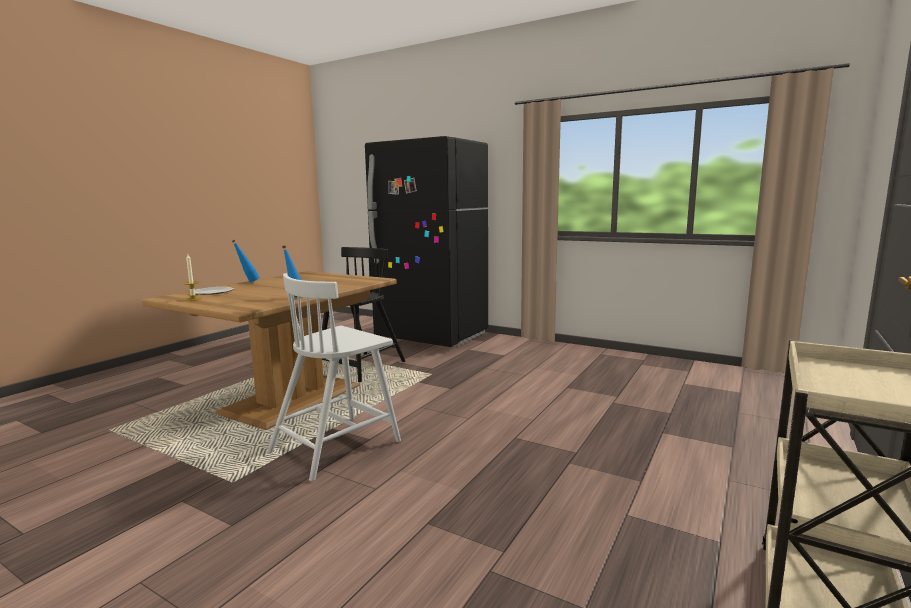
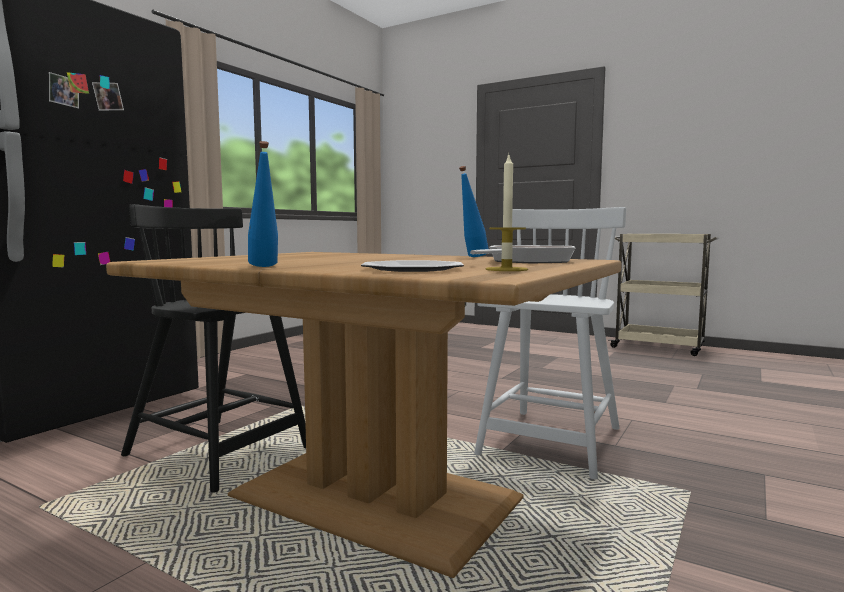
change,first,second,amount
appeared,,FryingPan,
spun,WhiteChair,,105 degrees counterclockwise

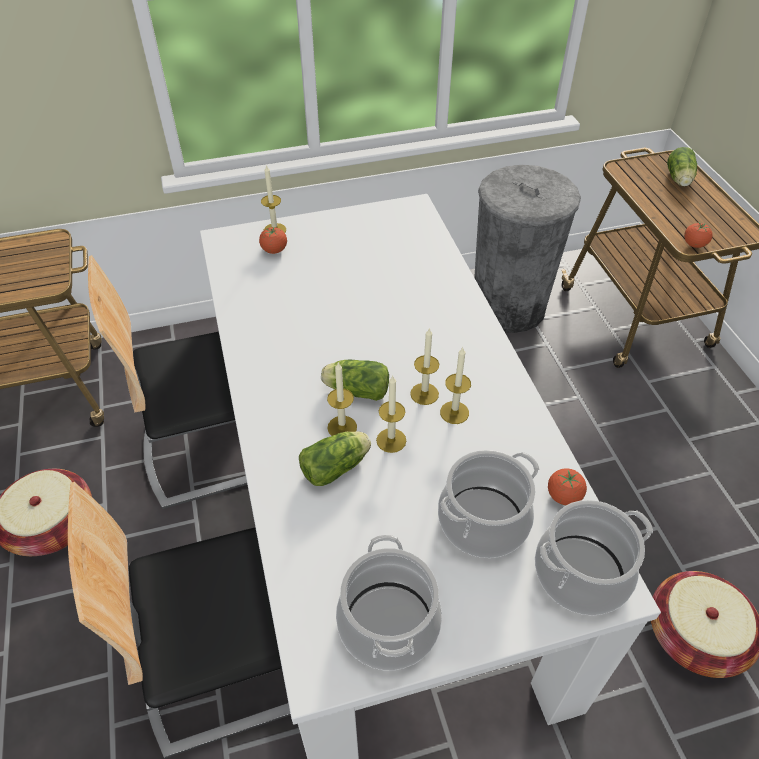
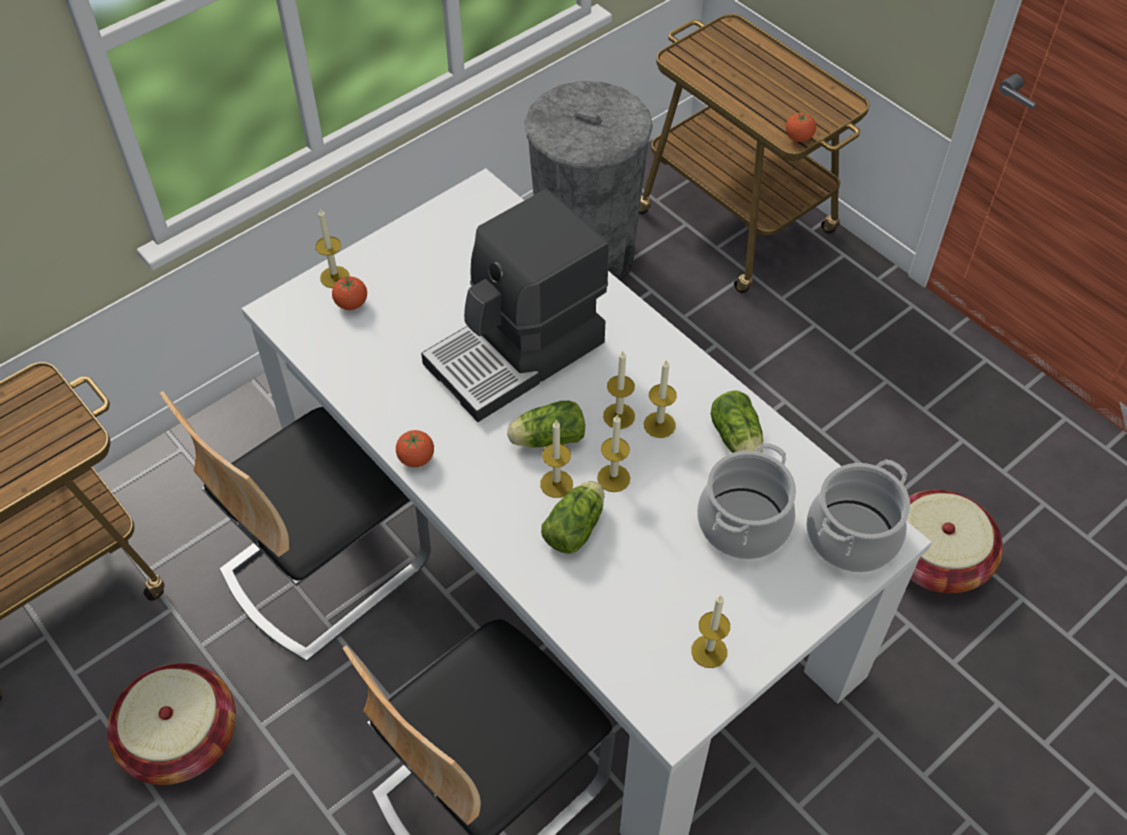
change,first,second,amount
relocated,Tomato (no. 2 from left),,
appeared,,CoffeeMachine,
exchanged,CookingPot (no. 1 from left),Candle (no. 6 from left),
relocated,Lettuce (no. 3 from left),,

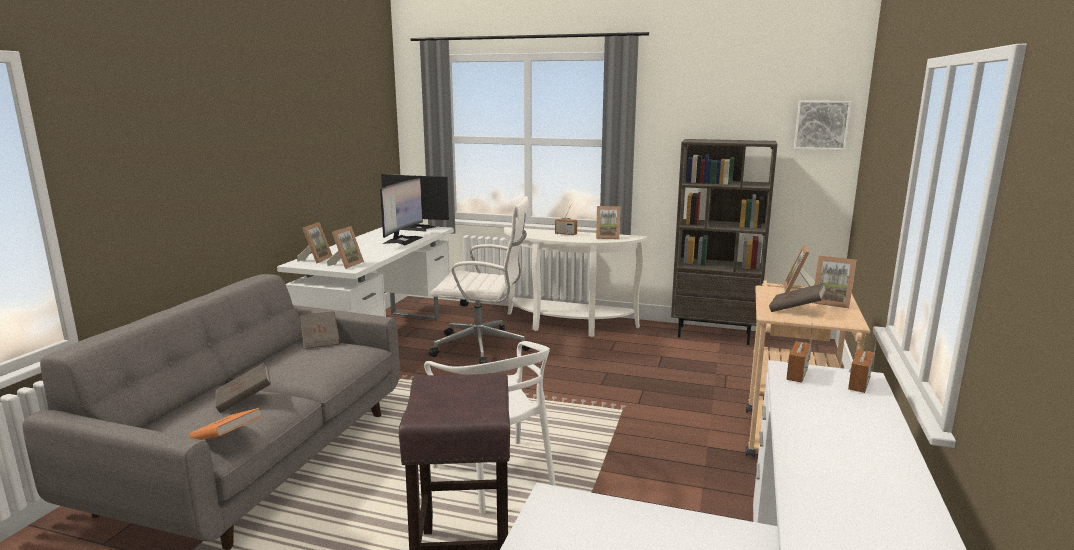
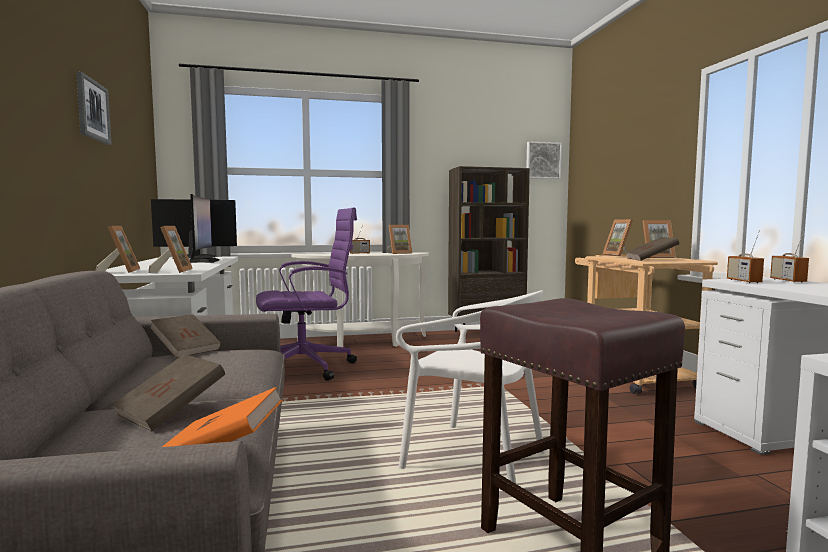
change,first,second,amount
appeared,,Picture (no. 1 from left),
colour,WhiteOfficeChair,PurpleOfficeChair,

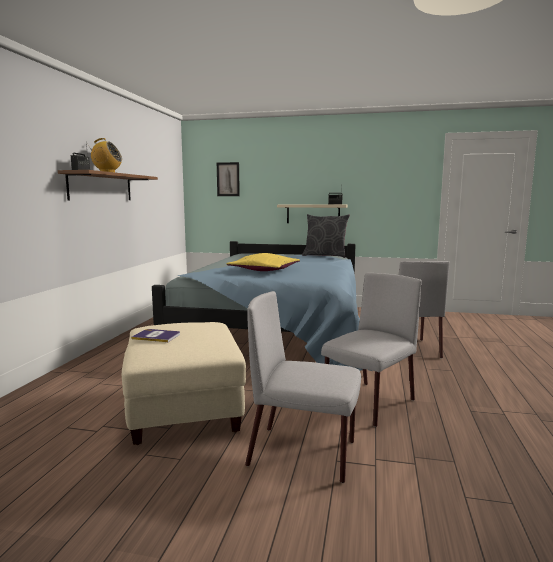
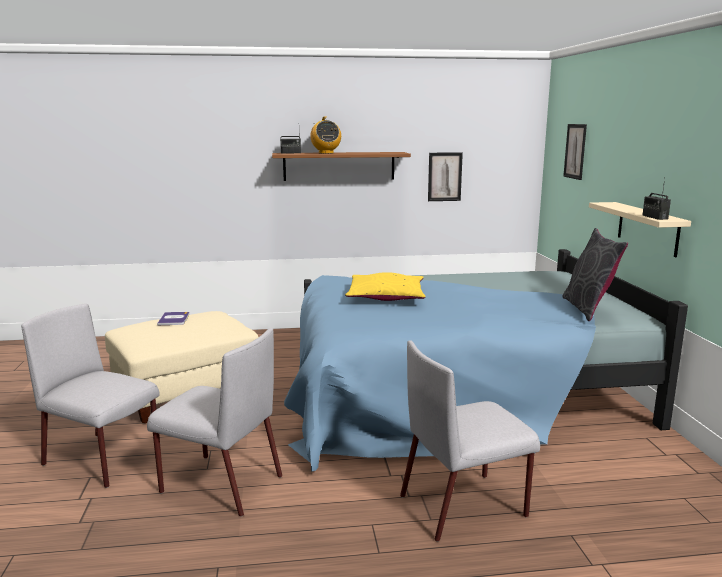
change,first,second,amount
spun,GreyChair (no. 1 from left),,60 degrees counterclockwise
appeared,,Picture (no. 1 from left),

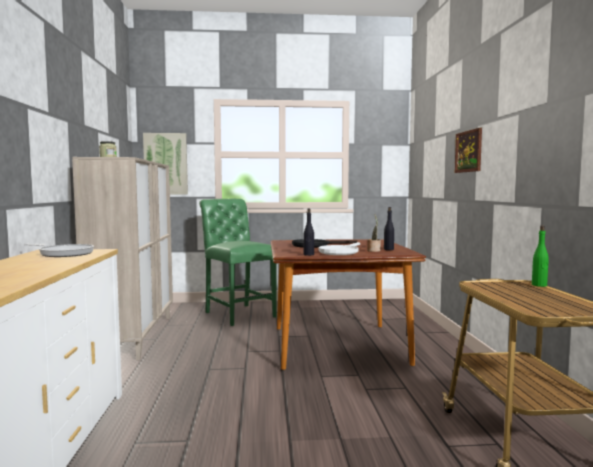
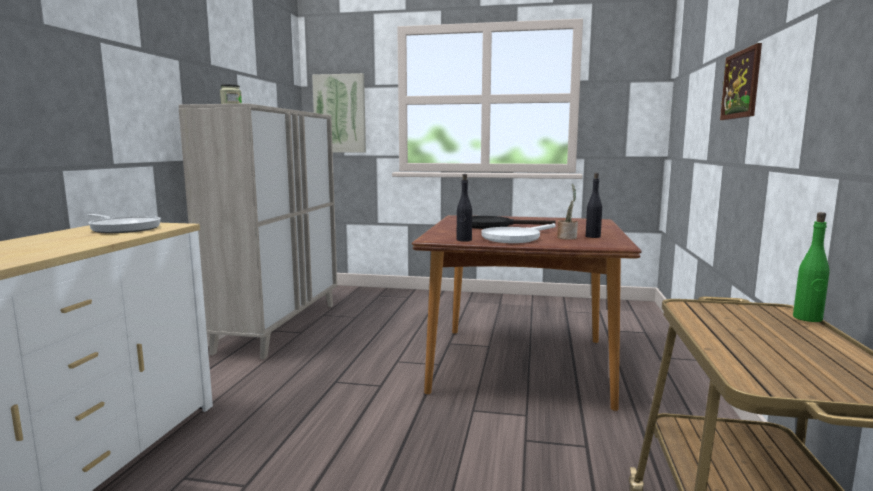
change,first,second,amount
missing,GreenChair,,

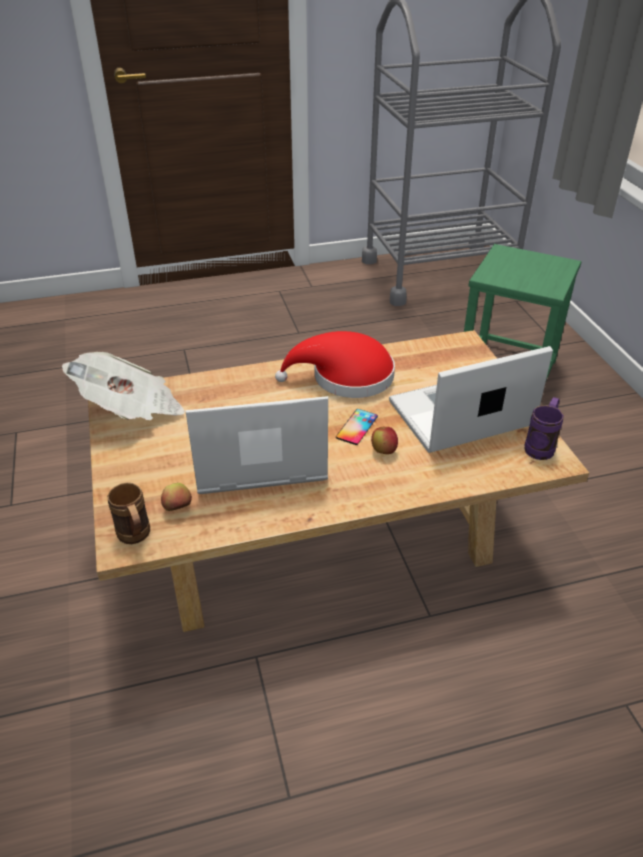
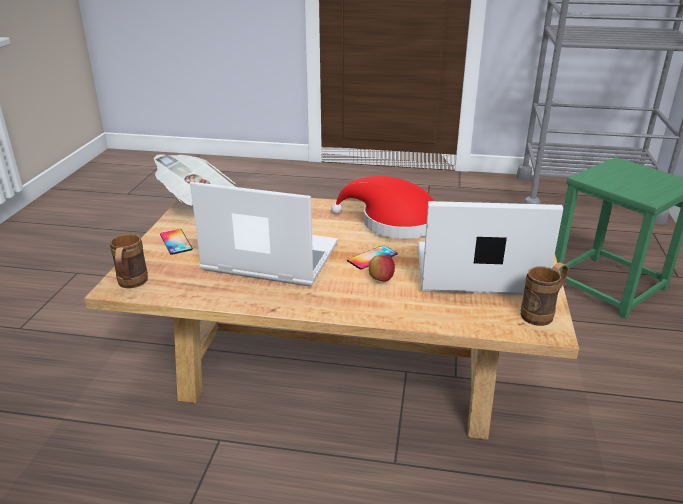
change,first,second,amount
appeared,,Phone (no. 1 from left),
colour,PurpleMug,BrownMug (no. 2 from left),
missing,Apple (no. 1 from left),,

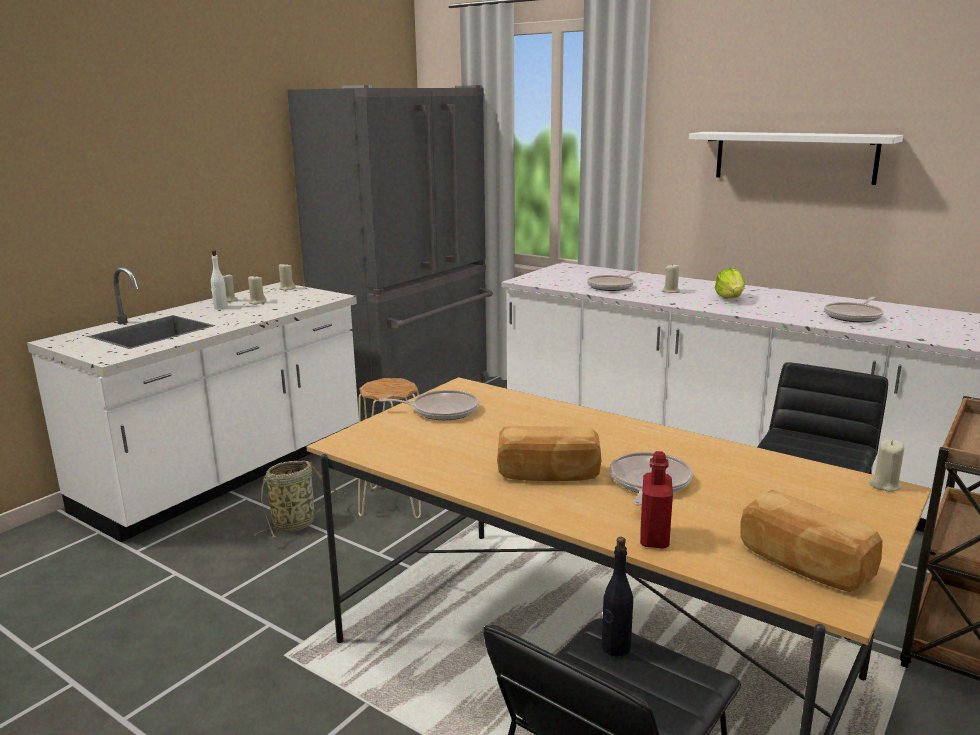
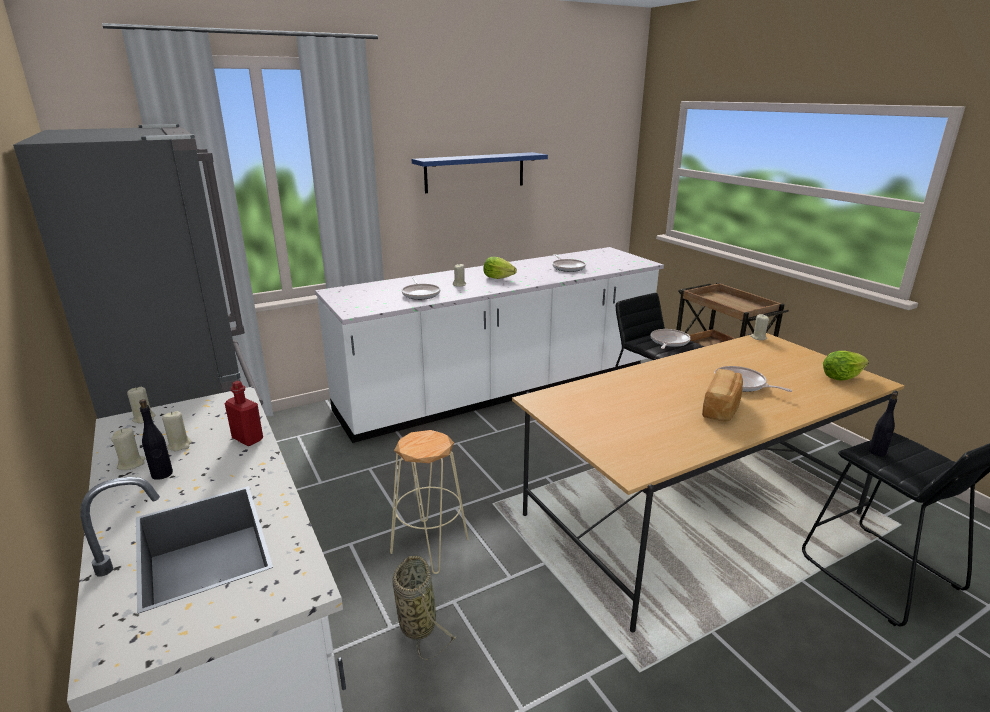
change,first,second,amount
colour,WhiteBottle,BlackBottle (no. 1 from left),
relocated,RedBottle,,
colour,WhiteShelf,BlueShelf,
relocated,FryingPan (no. 1 from left in the first image),FryingPan (no. 3 from left),
exchanged,Bread (no. 2 from left),Lettuce (no. 2 from left),

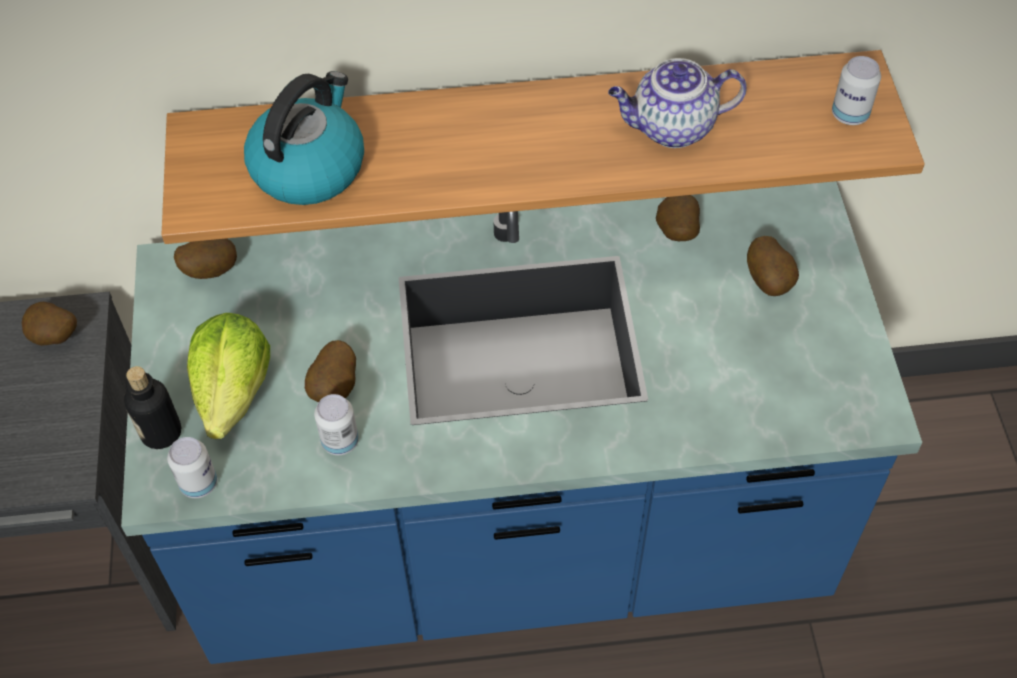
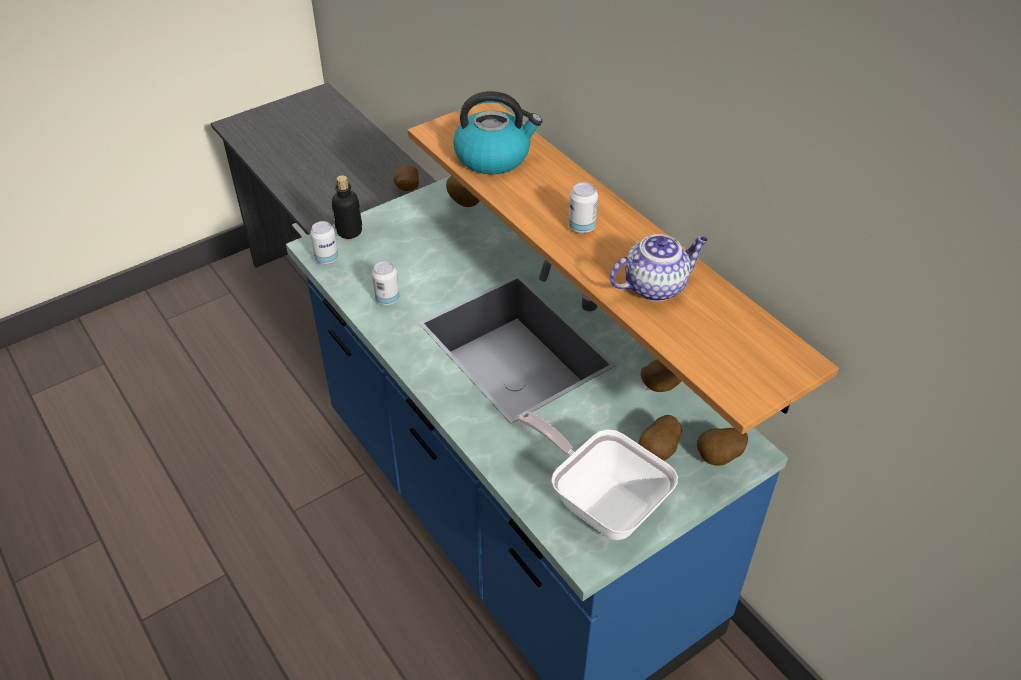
change,first,second,amount
appeared,,FryingPan,
relocated,Can (no. 3 from left),,
spun,Teapot,,105 degrees clockwise
relocated,Potato (no. 3 from left in the first image),Potato (no. 5 from left),
missing,Lettuce,,

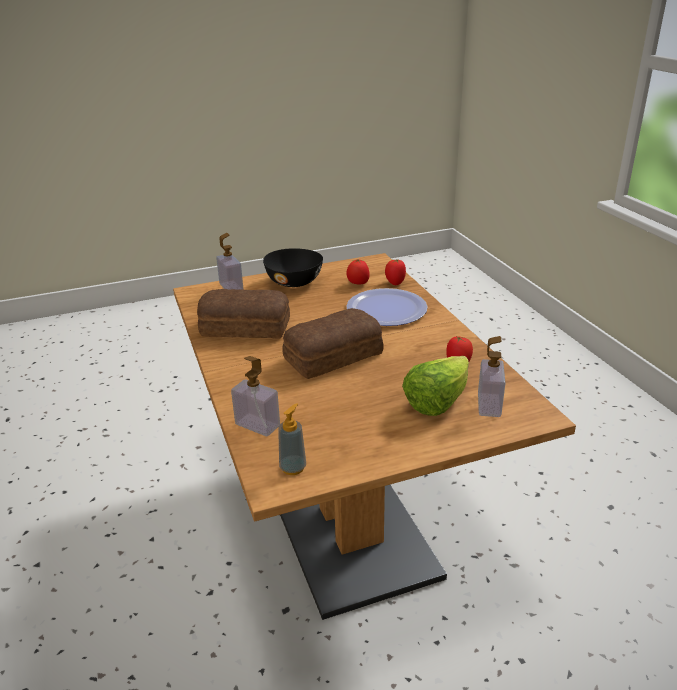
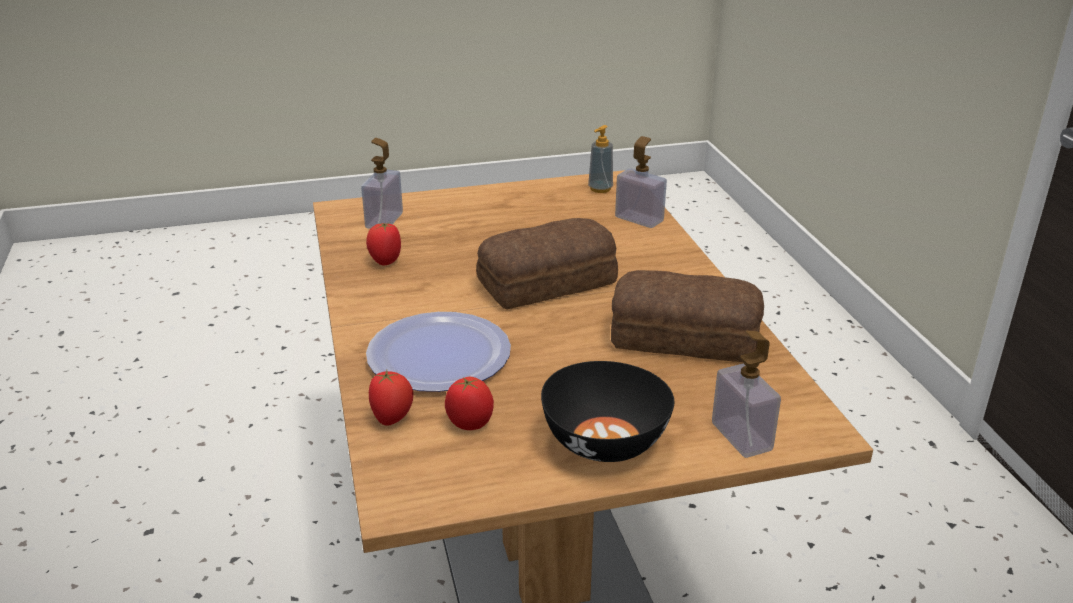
change,first,second,amount
missing,Lettuce,,

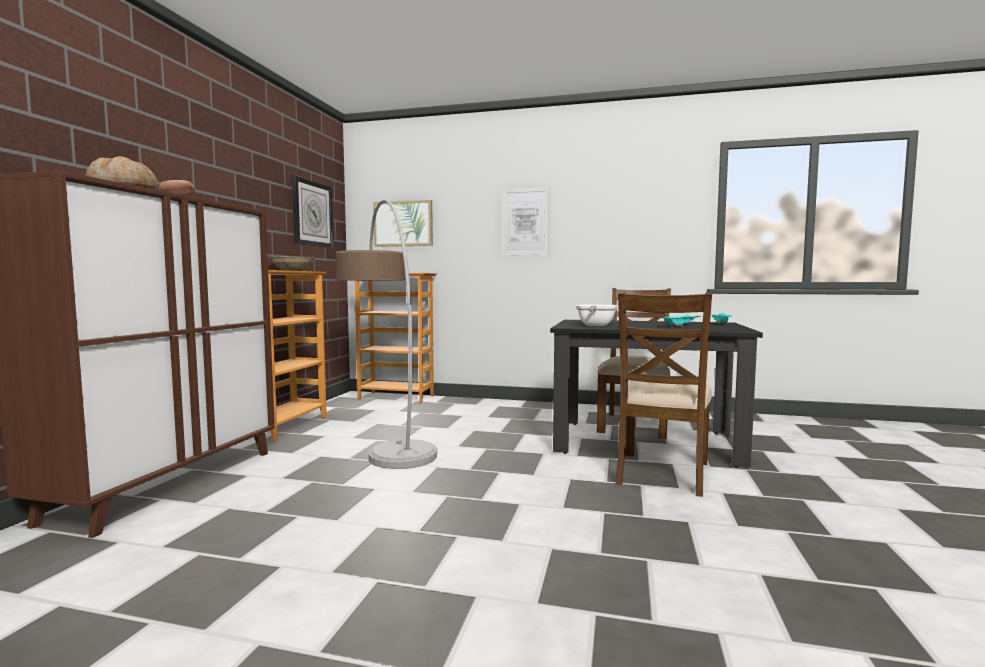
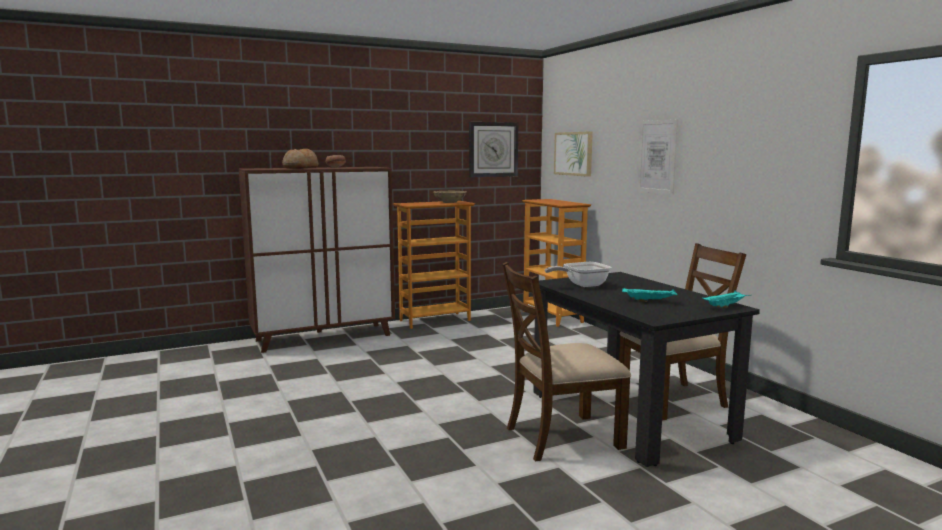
change,first,second,amount
missing,FloorLamp,,

